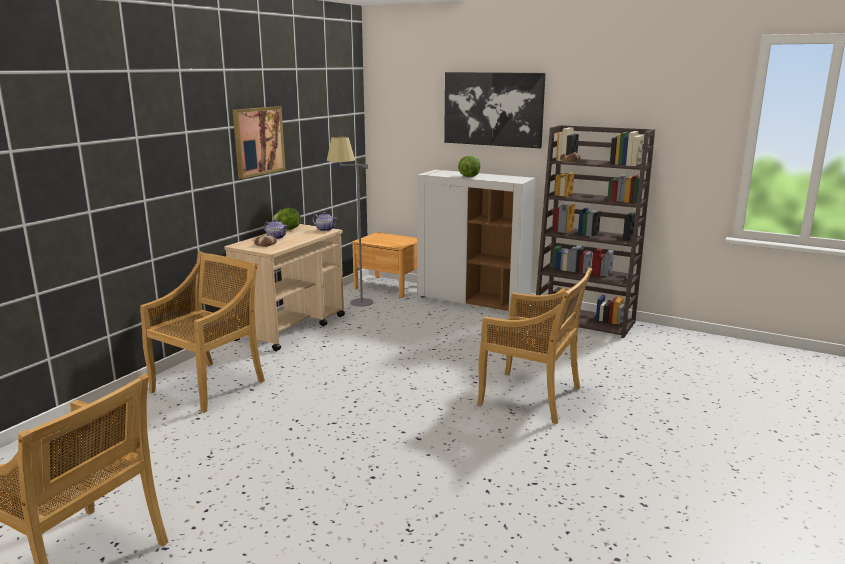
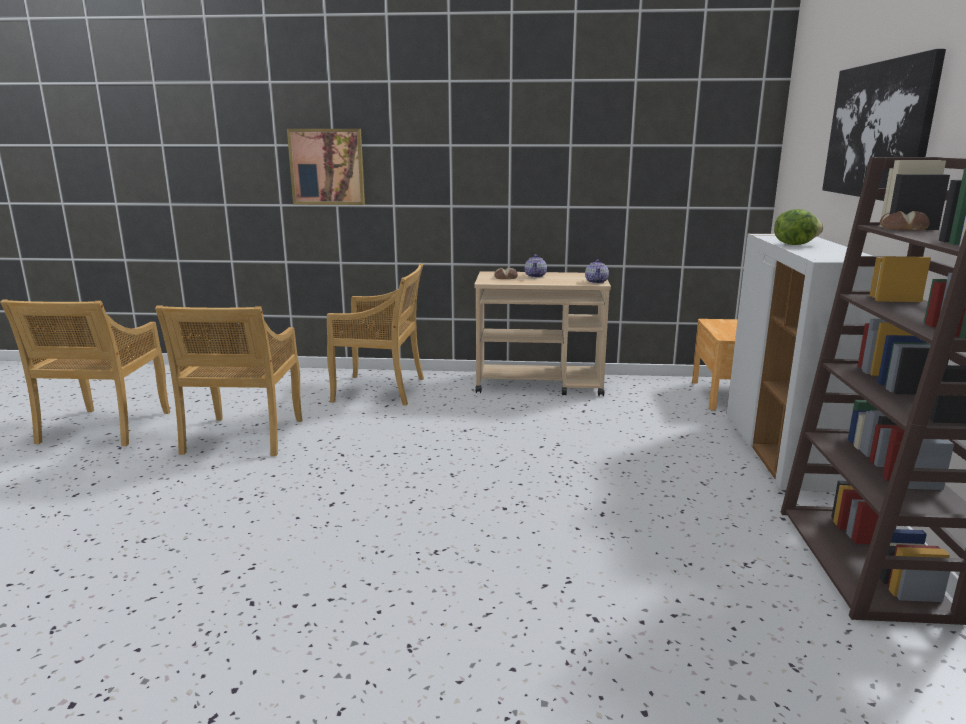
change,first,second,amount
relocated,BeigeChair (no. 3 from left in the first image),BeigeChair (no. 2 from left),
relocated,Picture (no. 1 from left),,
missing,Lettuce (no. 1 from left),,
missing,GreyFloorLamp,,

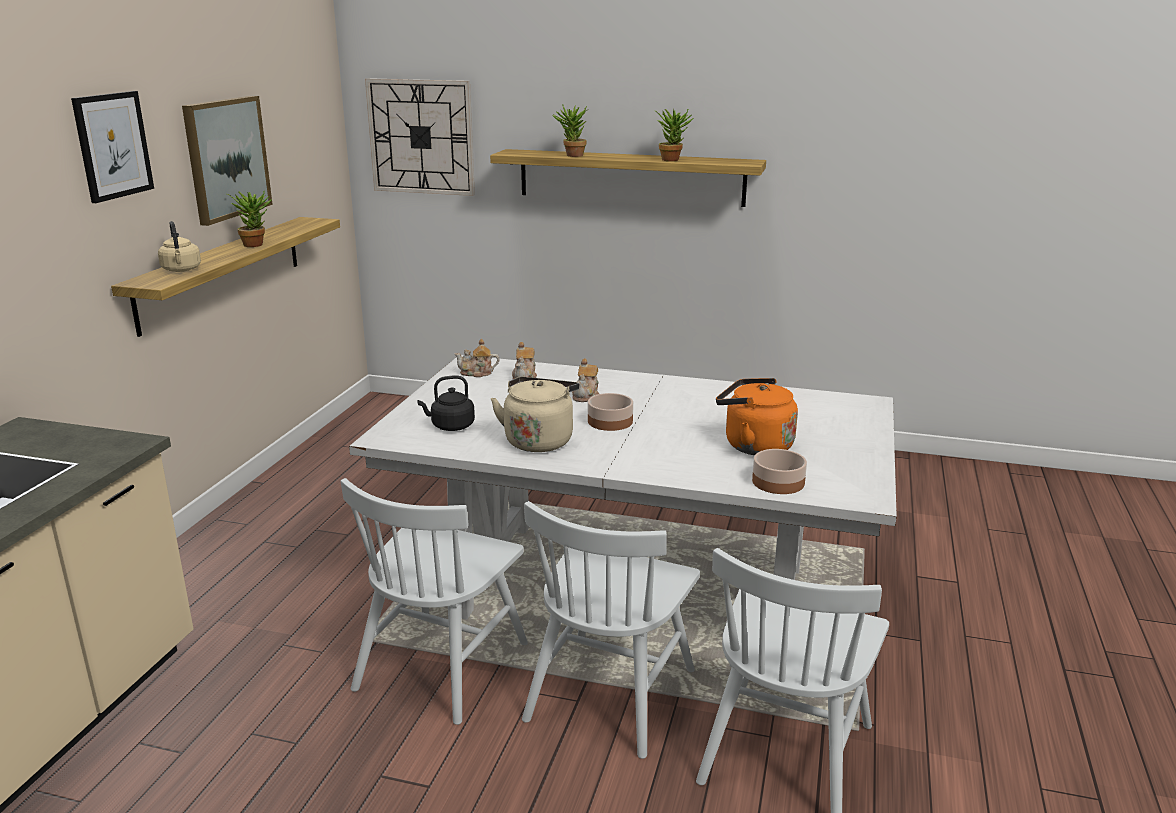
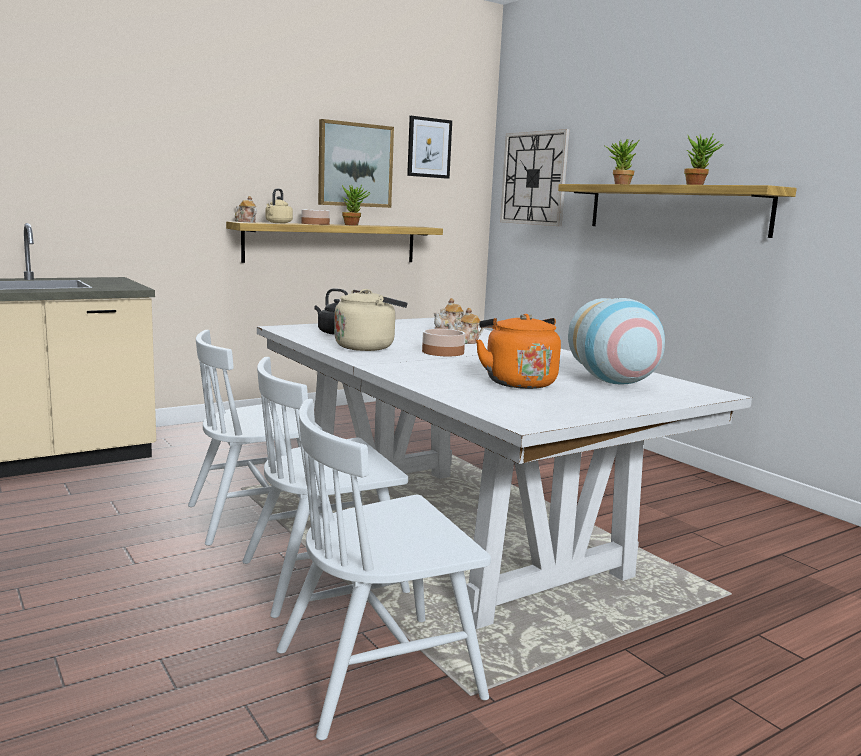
change,first,second,amount
relocated,Teapot (no. 1 from left),,
relocated,Bowl (no. 2 from left in the first image),Bowl (no. 1 from left),
relocated,Picture (no. 1 from left in the first image),Picture (no. 2 from left),
appeared,,Vase,

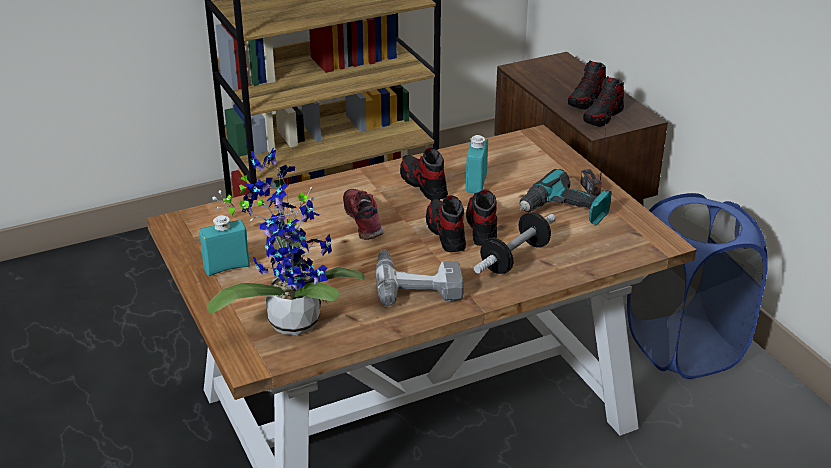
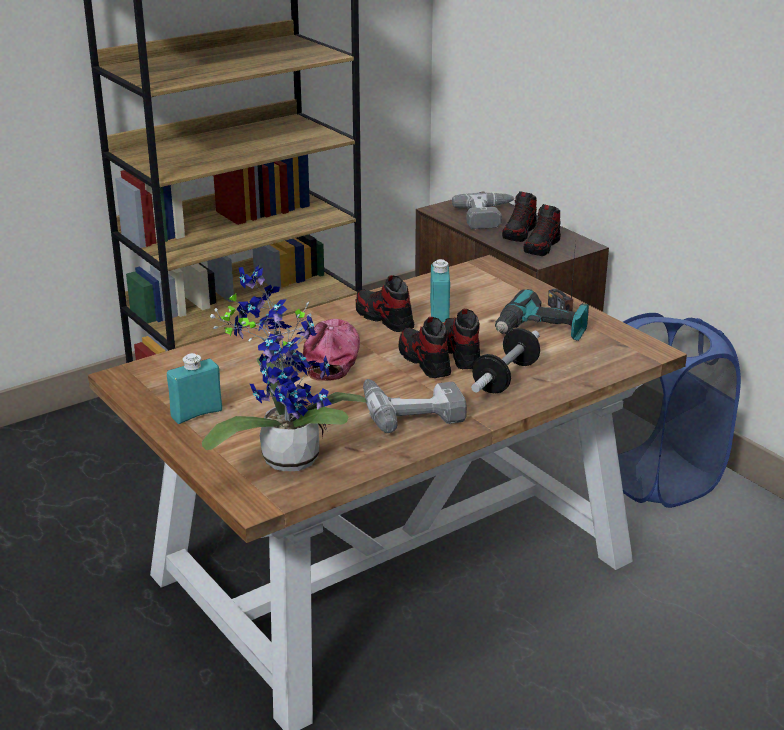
change,first,second,amount
exchanged,Shoe (no. 1 from left),Cap,
appeared,,PowerDrill (no. 2 from left),

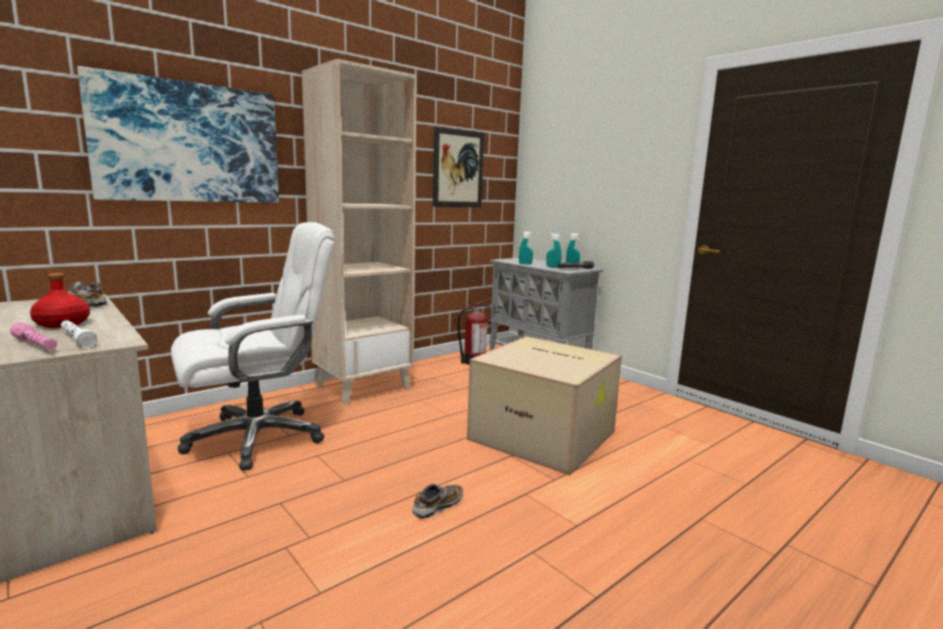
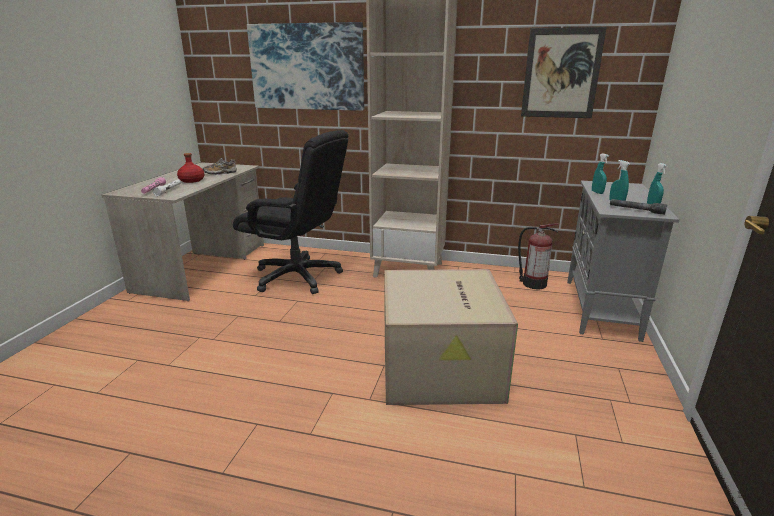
change,first,second,amount
colour,WhiteOfficeChair,BlackOfficeChair,
missing,Shoe (no. 2 from left),,

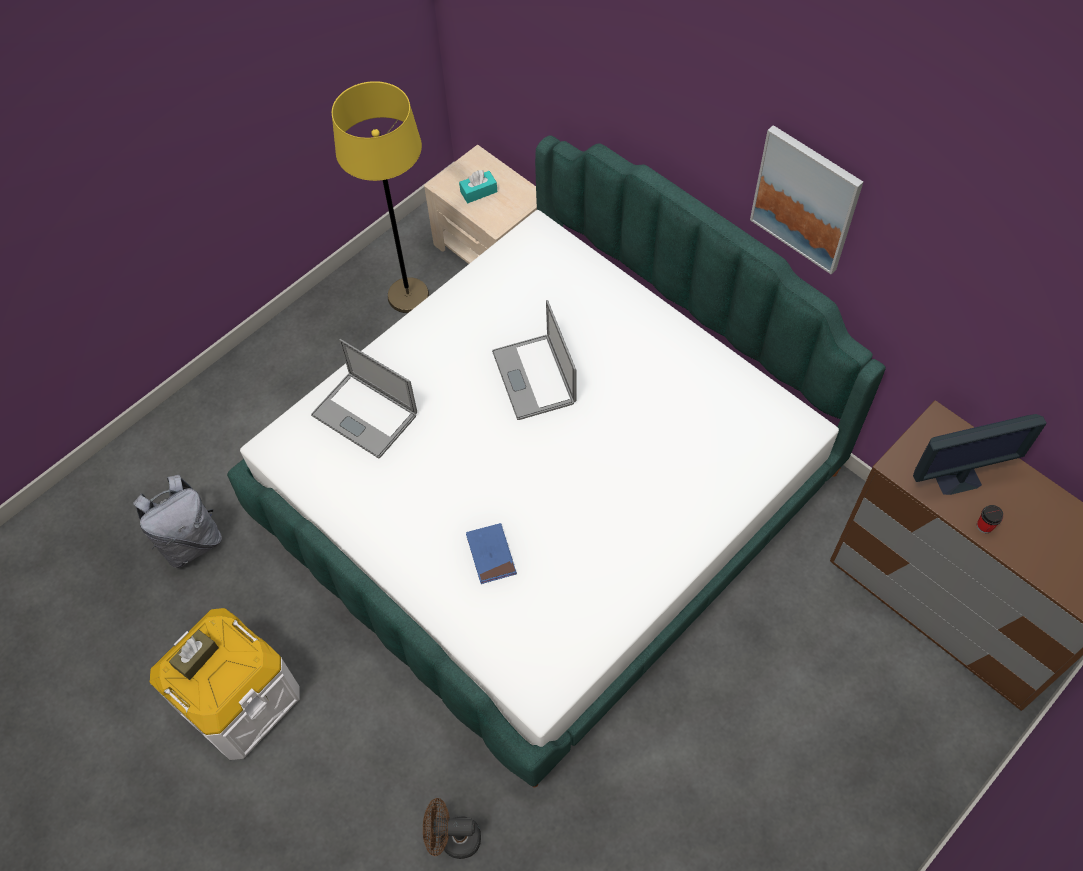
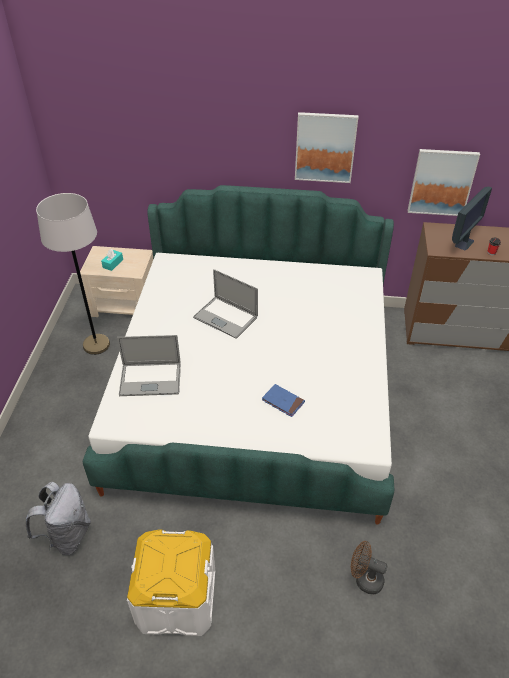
change,first,second,amount
colour,YellowFloorLamp,GreyFloorLamp,
spun,BrownFan,,60 degrees clockwise
appeared,,Picture (no. 2 from left),
missing,BrownTissueBox,,

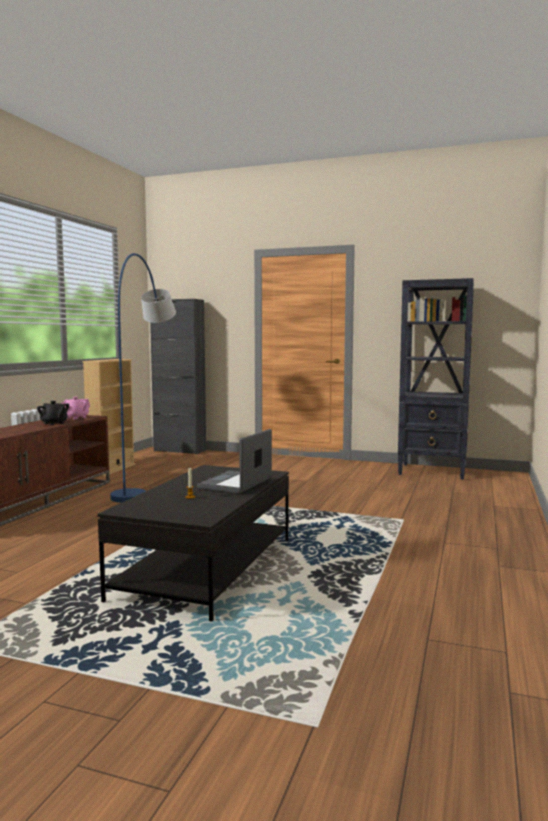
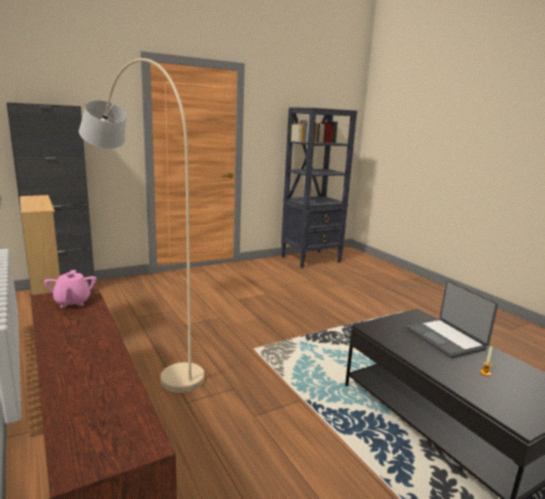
change,first,second,amount
colour,BlueFloorLamp,BeigeFloorLamp,
missing,BlackTeapot,,

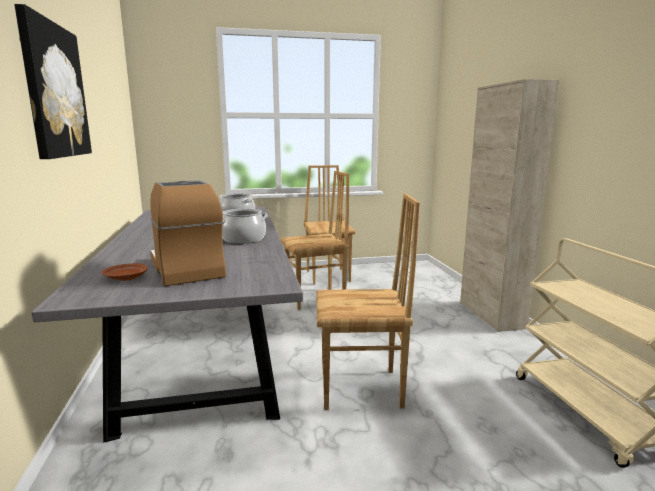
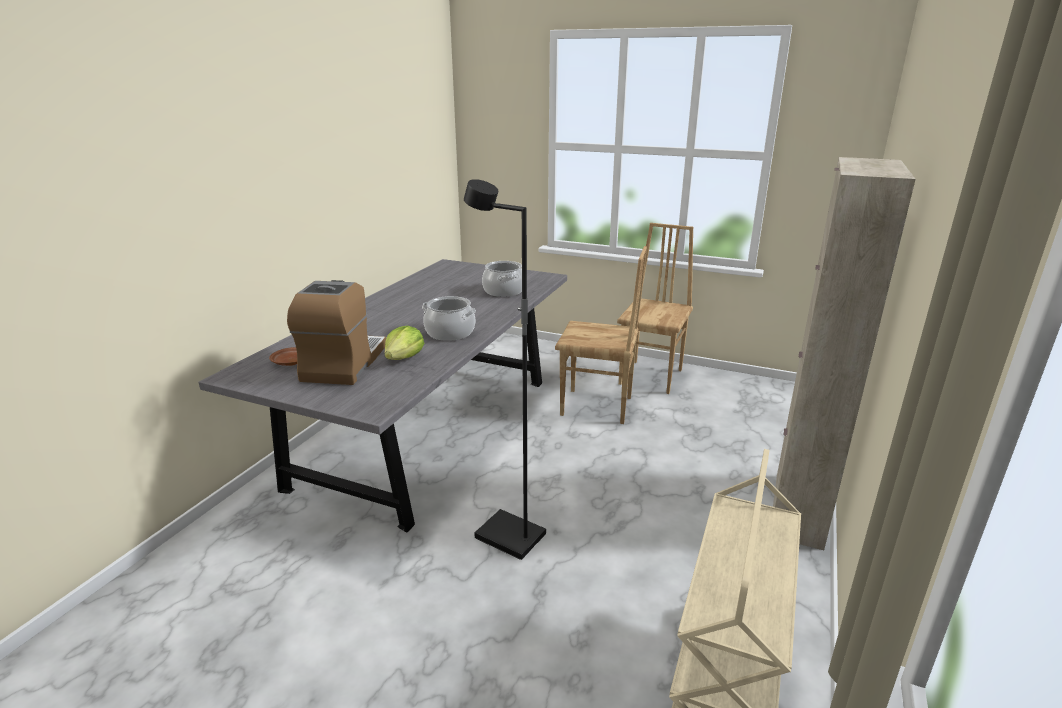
change,first,second,amount
appeared,,Lettuce,
exchanged,BrownChair (no. 3 from left),BlackFloorLamp,
missing,Picture,,

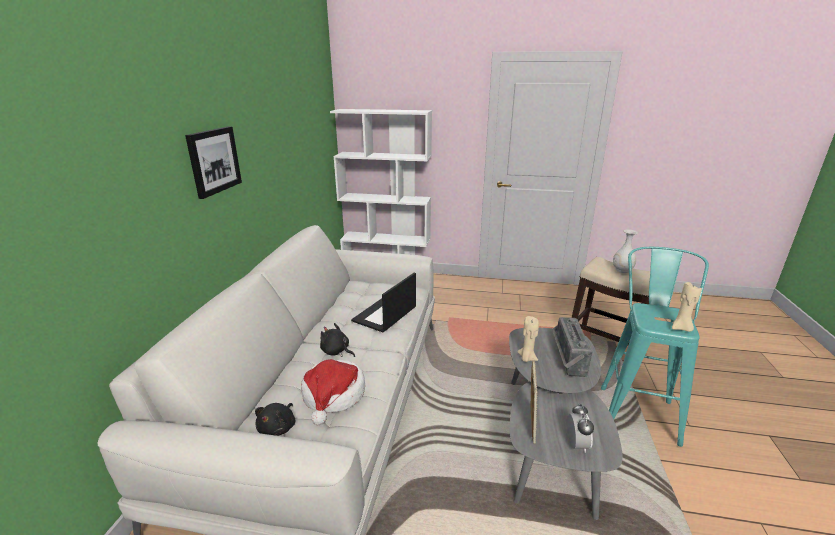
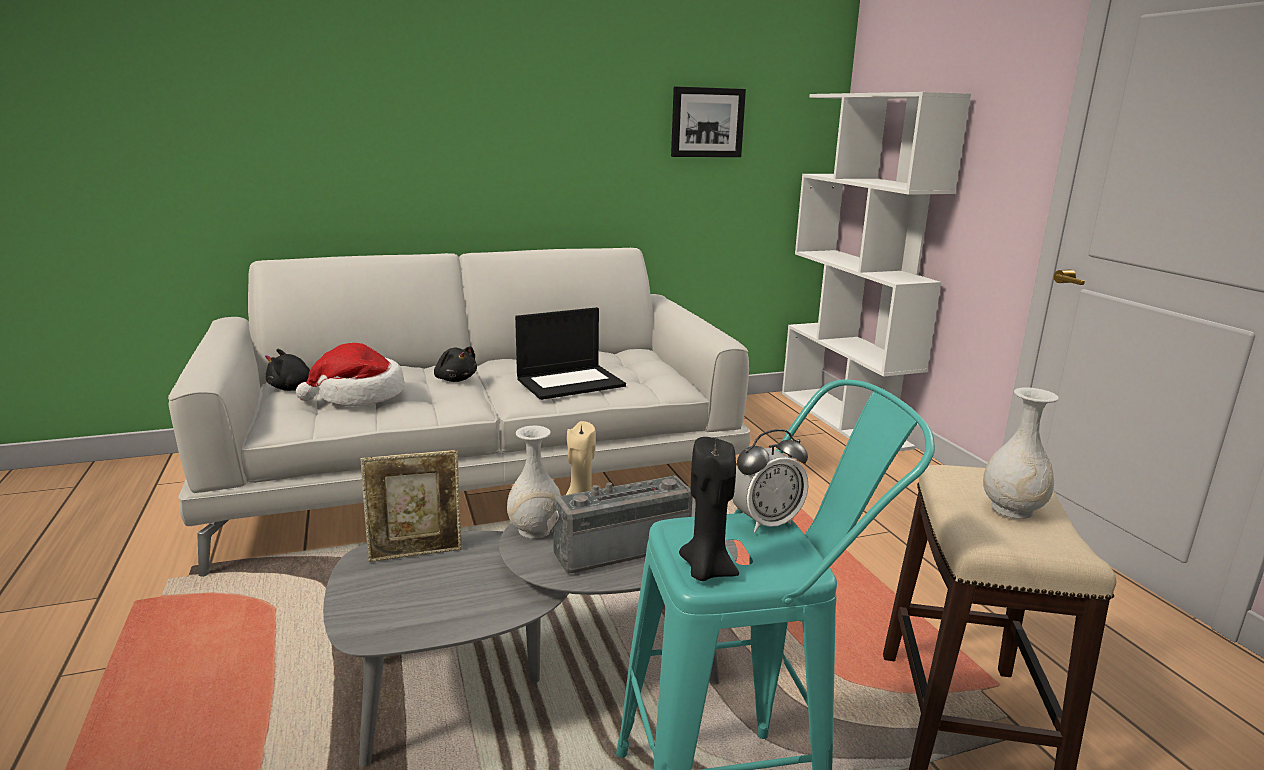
change,first,second,amount
spun,BlackPlushToy (no. 2 from left),,135 degrees clockwise
appeared,,WhiteVase (no. 1 from left),
spun,Laptop,,150 degrees clockwise
relocated,Picture,,
colour,BeigeCandle (no. 2 from left),BlackCandle,
relocated,AlarmClock,,

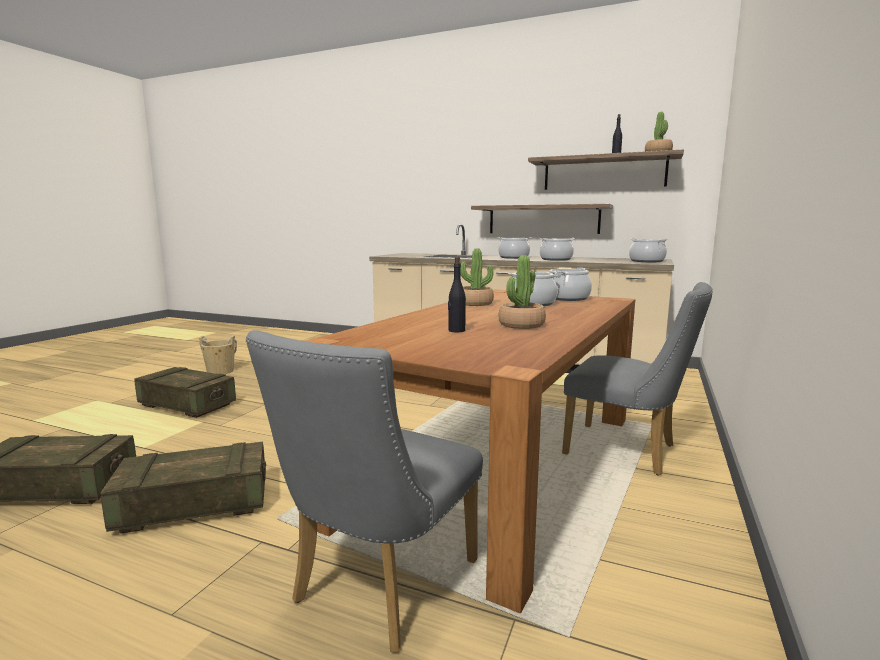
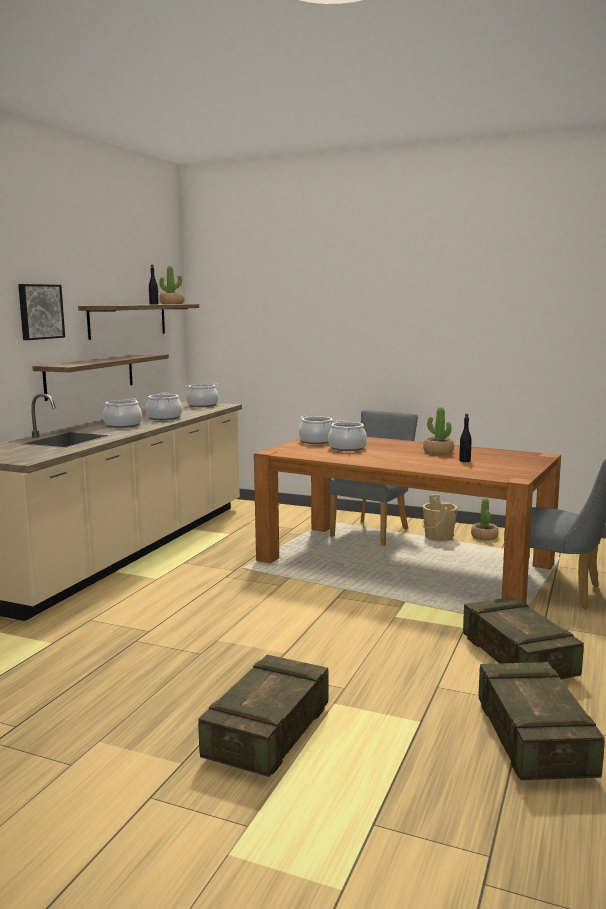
change,first,second,amount
appeared,,Picture,
relocated,BeigeBucket,,
relocated,PottedPlant (no. 1 from left in the first image),PottedPlant (no. 3 from left),

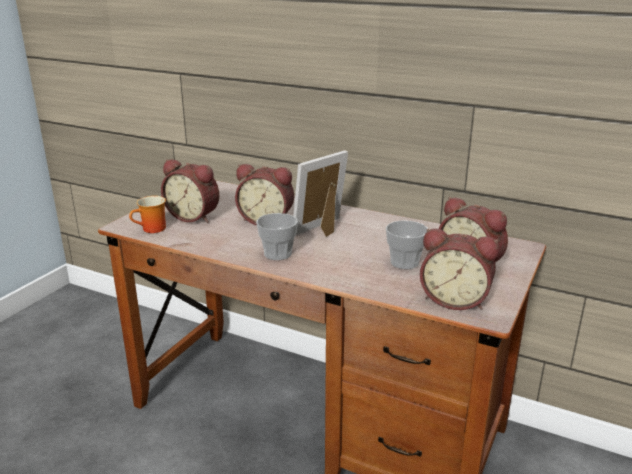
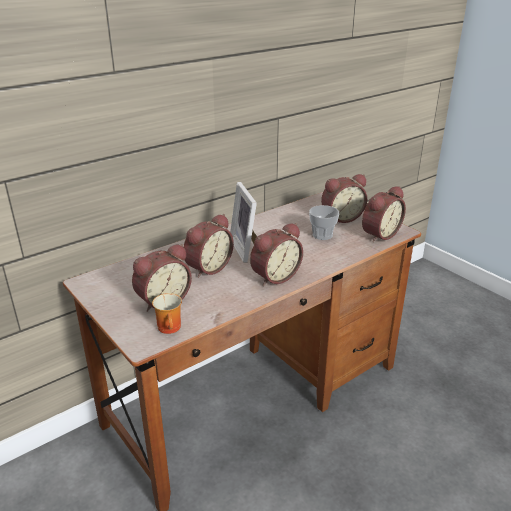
change,first,second,amount
exchanged,Cup (no. 1 from left),AlarmClock (no. 3 from left),

